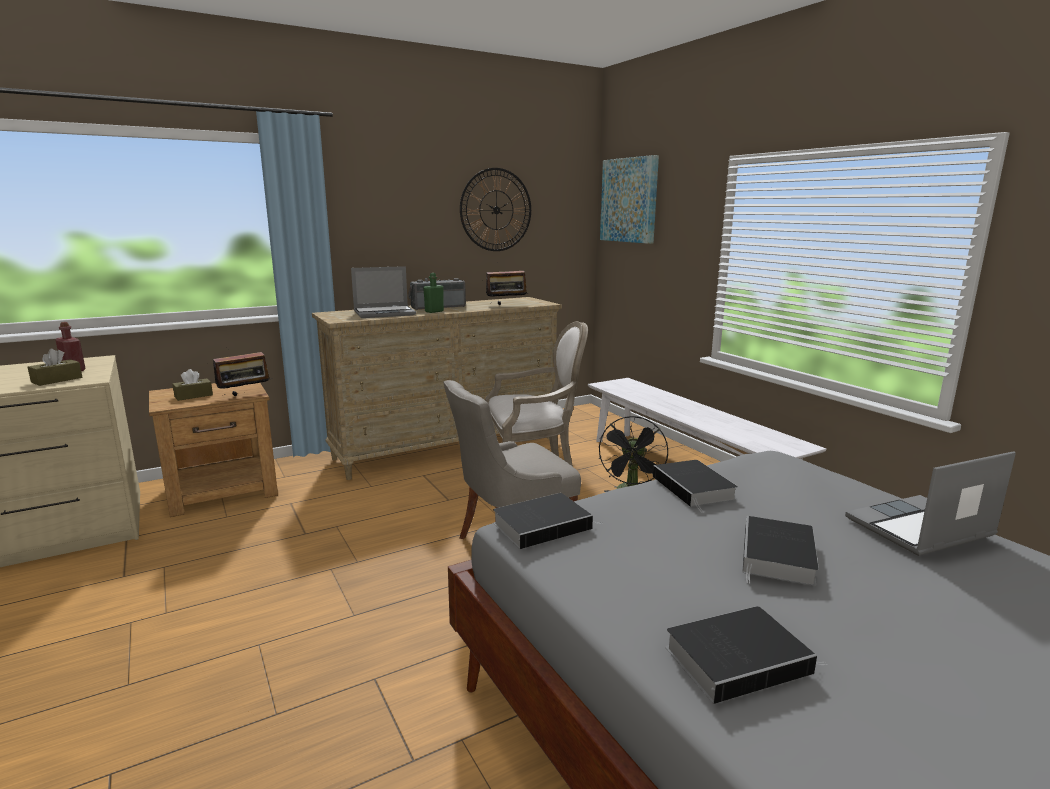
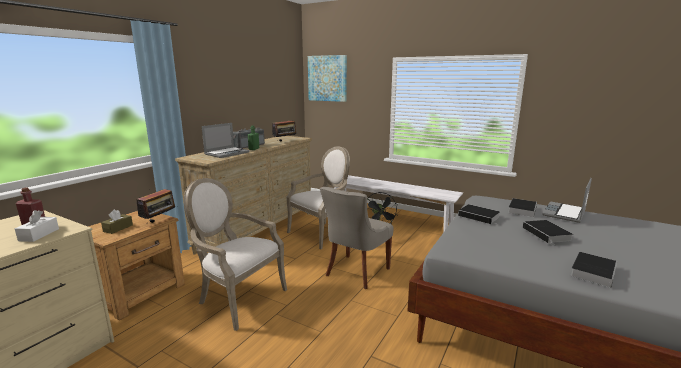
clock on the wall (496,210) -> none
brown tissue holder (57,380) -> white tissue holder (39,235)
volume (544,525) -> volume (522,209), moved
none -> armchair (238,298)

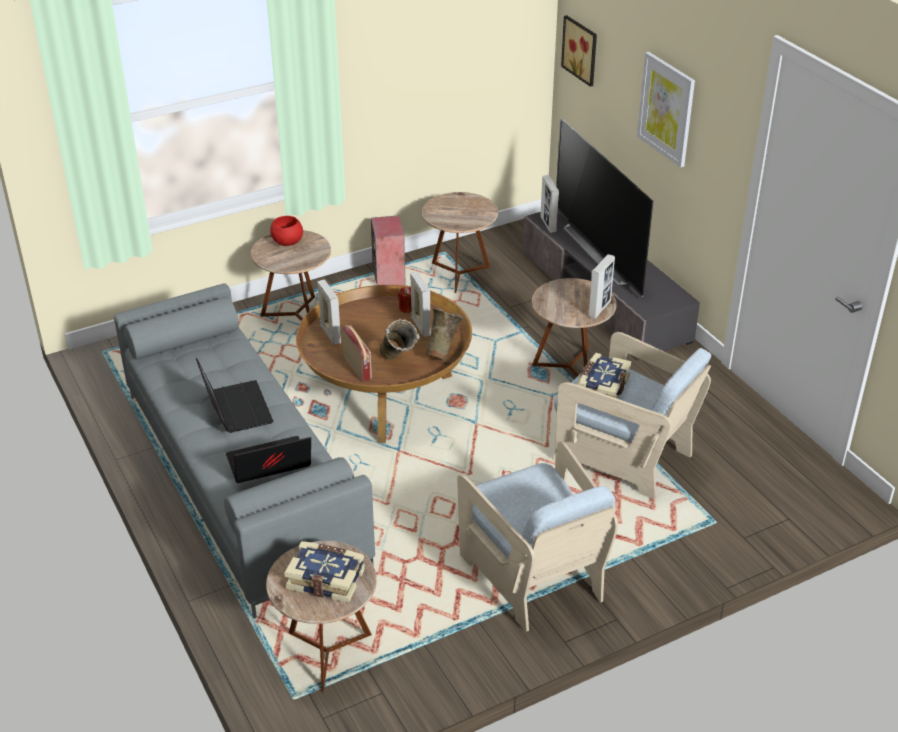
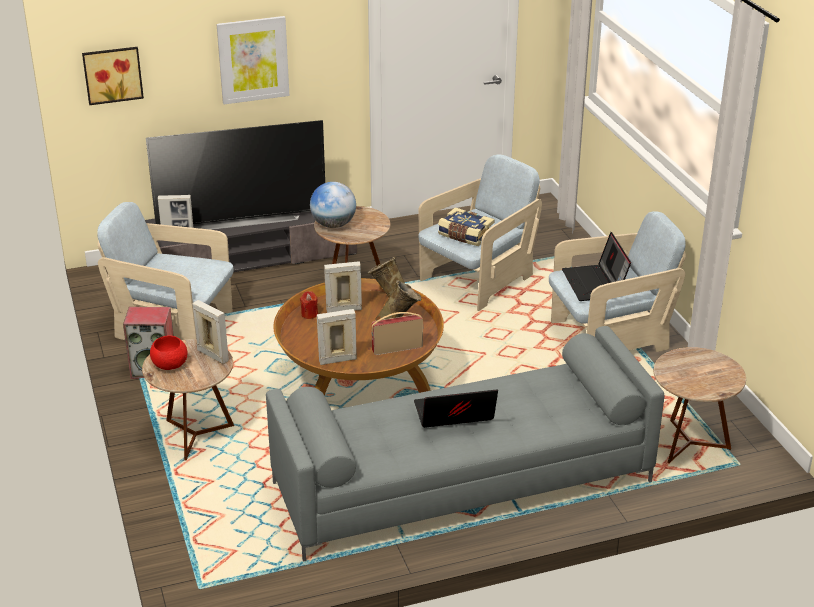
brown side table (459,275) -> beige-coloured armchair (174,327)
photo frame (599,309) -> photo frame (212,355), moved
notebook computer (268,466) -> notebook computer (595,284), moved
volume (326,579) -> none
none -> desk globe (333,225)

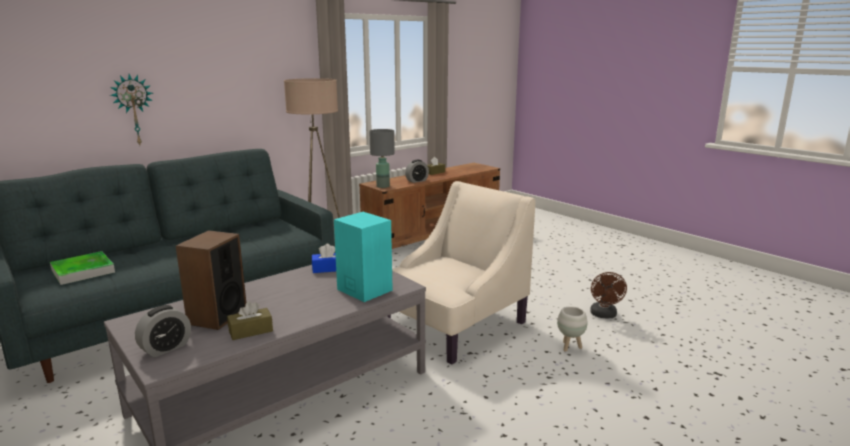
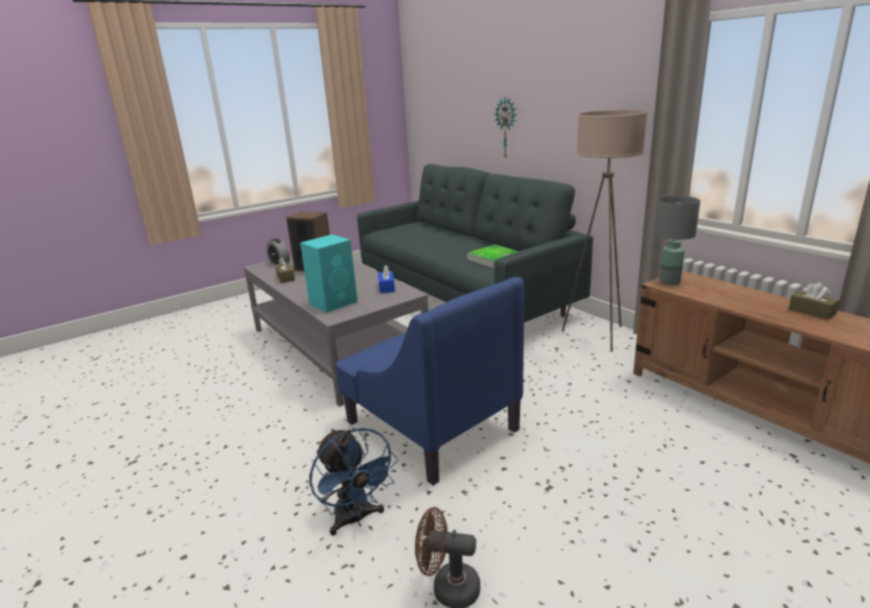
bedside clock (417,181) -> none
beige-coloured armchair (453,325) -> blue armchair (430,424)
tray (83,271) -> tray (493,259), moved
white planter (569,347) -> blue cooling fan (356,519)

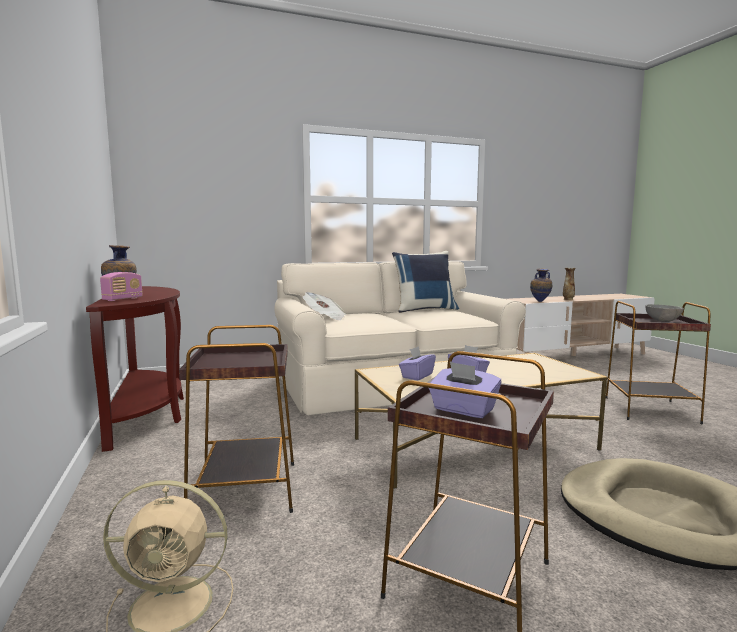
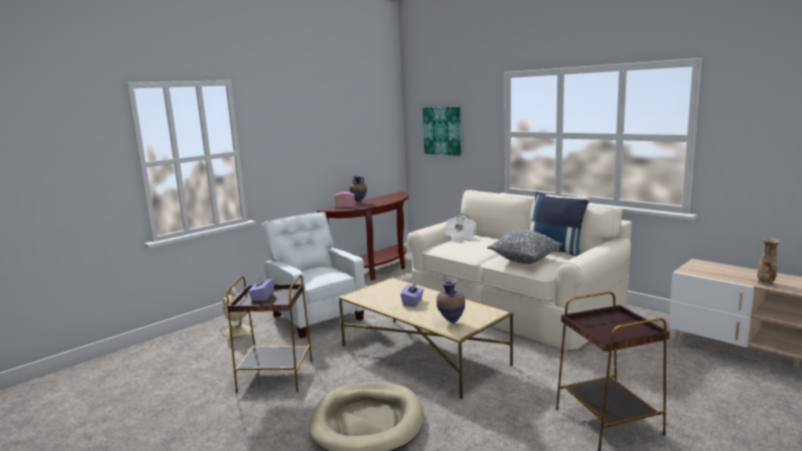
decorative vase (540,302) -> decorative vase (450,323), moved
gray serving bowl (662,321) -> none
brown side table (246,489) -> white armchair (317,316)
purple tissue holder (417,376) -> none
none -> picture (442,130)
none -> gray throw pillow (524,260)

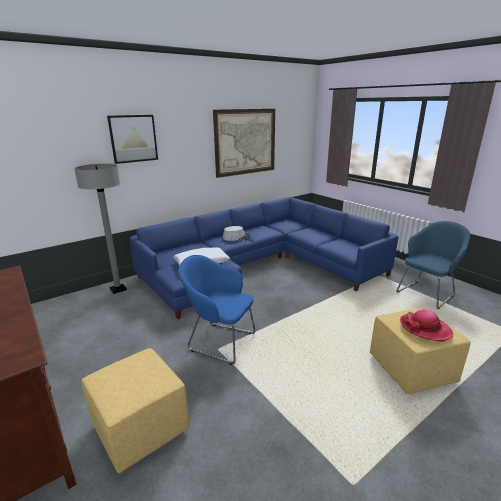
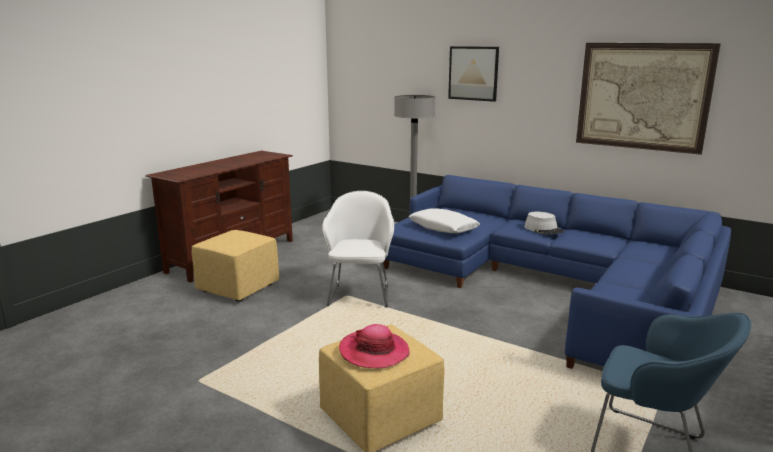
blue armchair (219,341) -> white armchair (360,294)

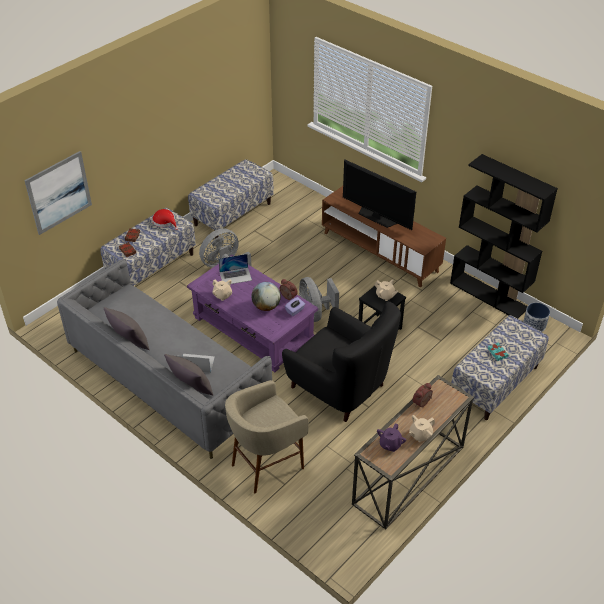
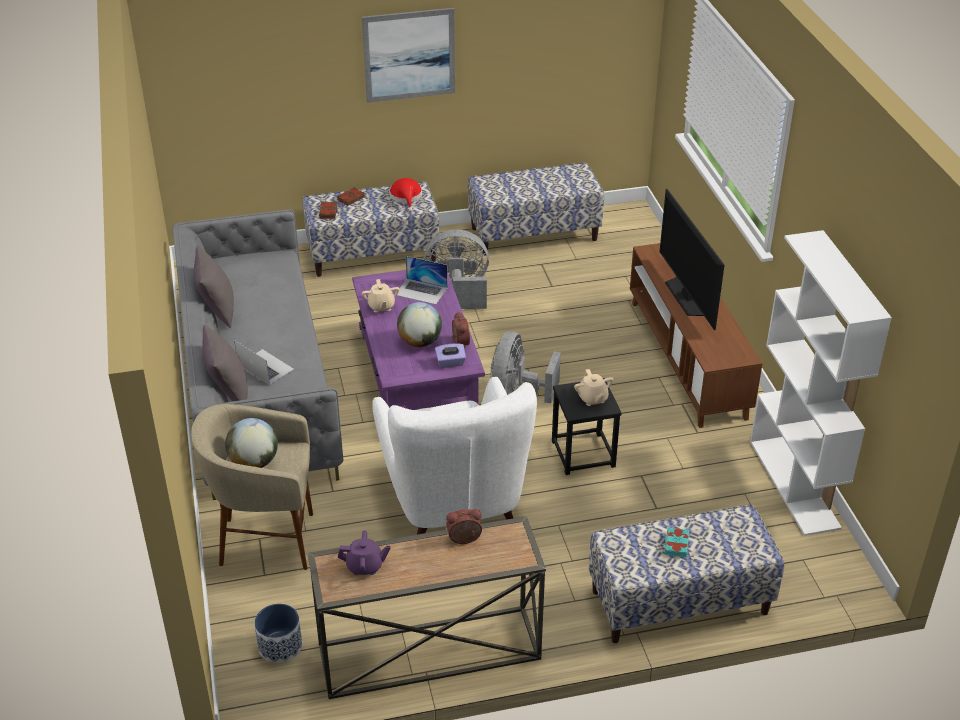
picture (59,192) -> picture (409,55), moved
blackish bookcase (489,295) -> white bookcase (795,484)
blackish armchair (340,388) -> white armchair (453,499)
planter (534,325) -> planter (280,646), moved
beige-coloured teapot (420,435) -> none
purple teapot (390,444) -> purple teapot (365,566), 150 degrees counterclockwise
none -> desk globe (254,462)

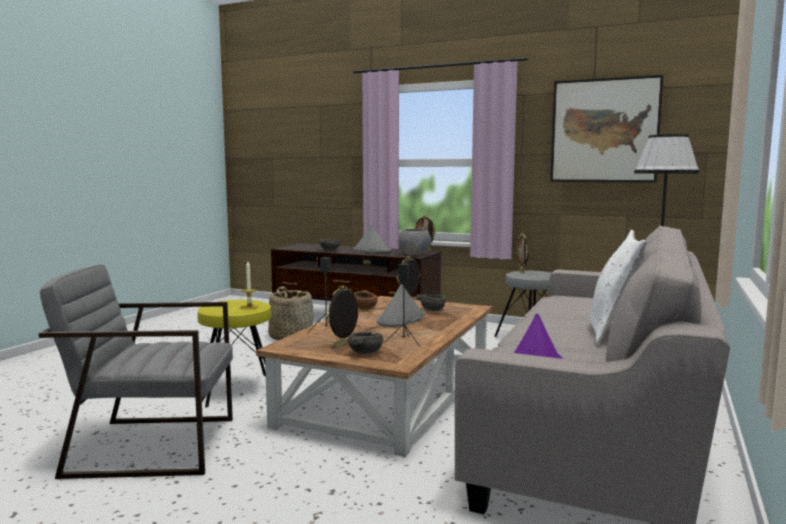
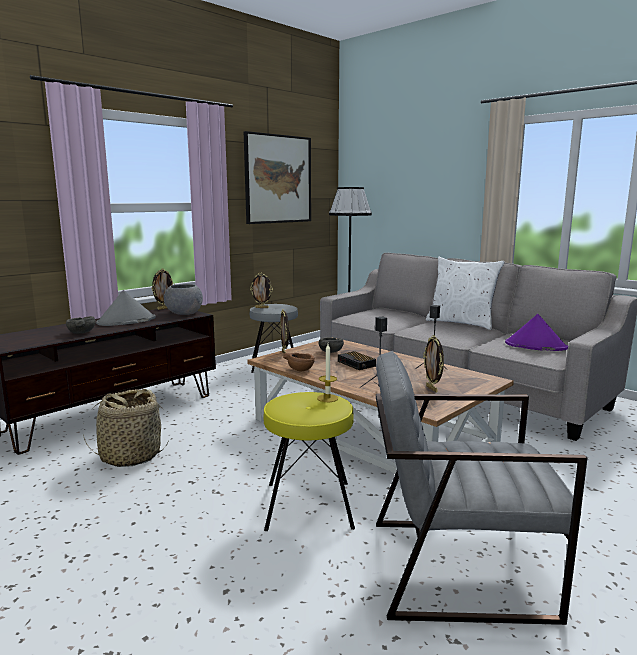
gray armchair (153,445) -> gray armchair (458,567), 75 degrees clockwise
gray wearable hat (401,319) -> bedside clock (357,364)
gray serving bowl (364,352) -> none

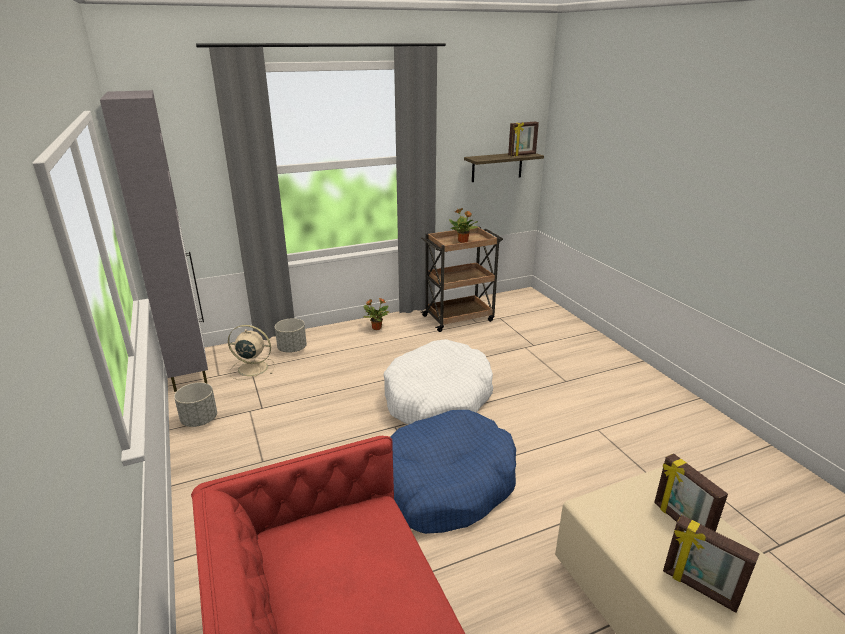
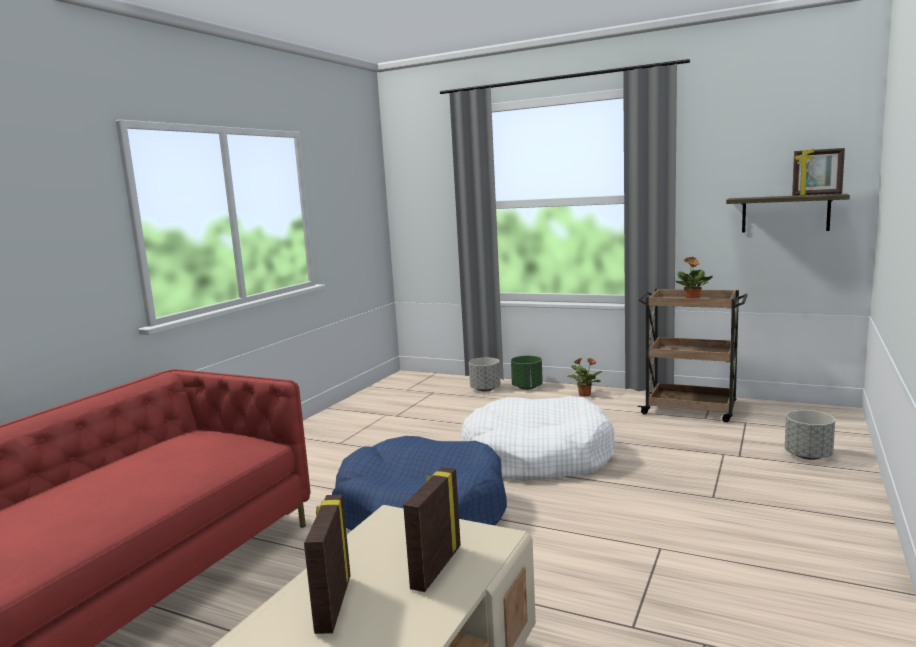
gray cabinet (189,369) -> none
beige-coloured cooling fan (251,368) -> none
gray planter (199,420) -> gray planter (808,455), moved
none -> greenish planter (527,387)

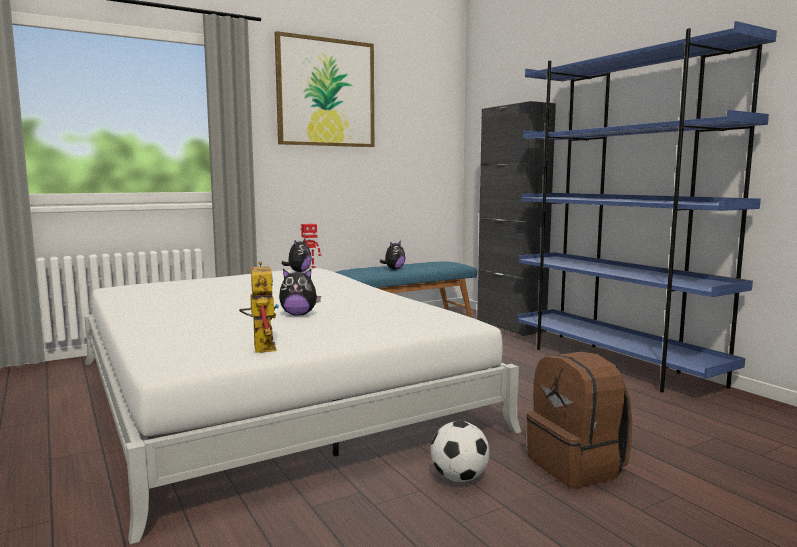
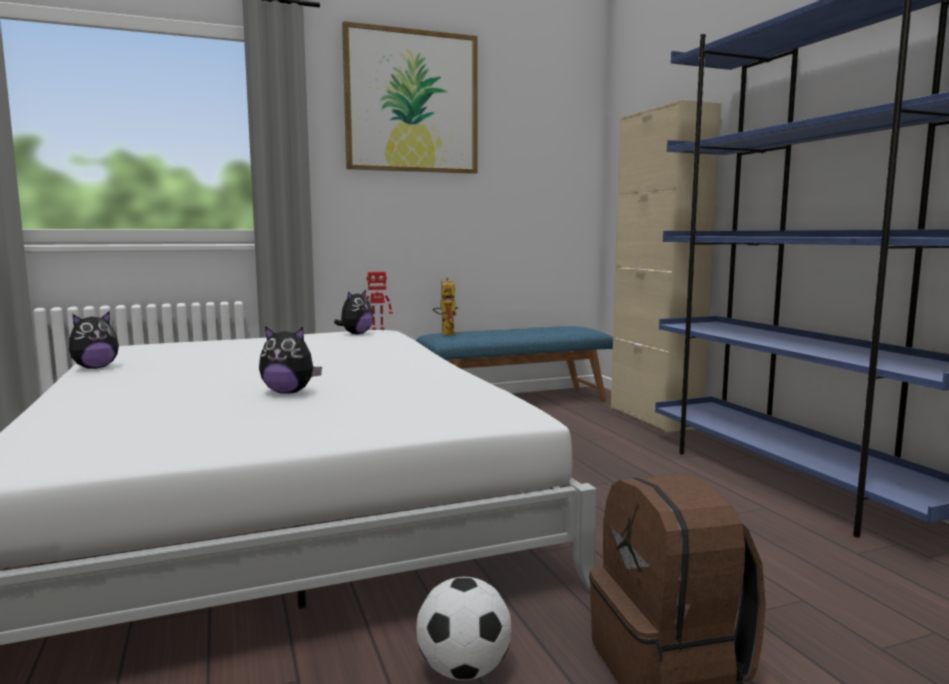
blackish cabinet (510,326) -> beige-coloured cabinet (654,417)
cuddly toy (394,269) -> cuddly toy (95,368), moved
robot figure (260,346) -> robot figure (446,332), moved

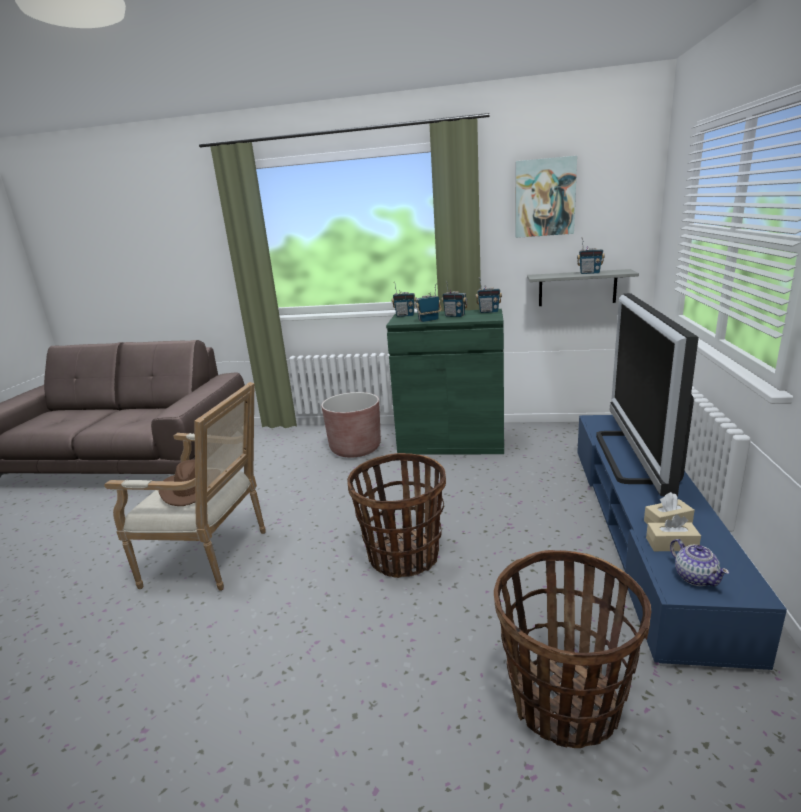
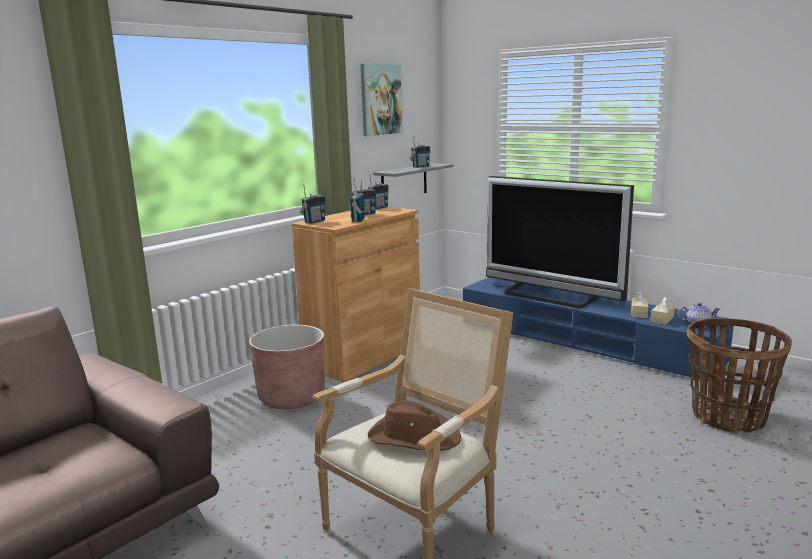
greenish cabinet (451,443) -> brown cabinet (364,355)
household basket (403,556) -> none

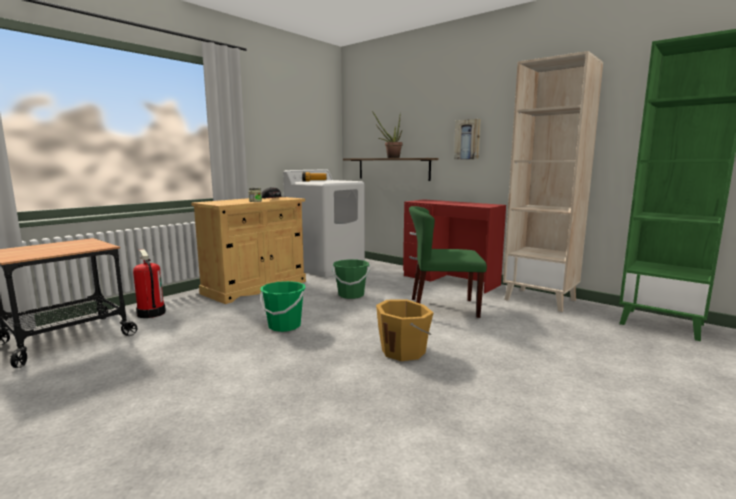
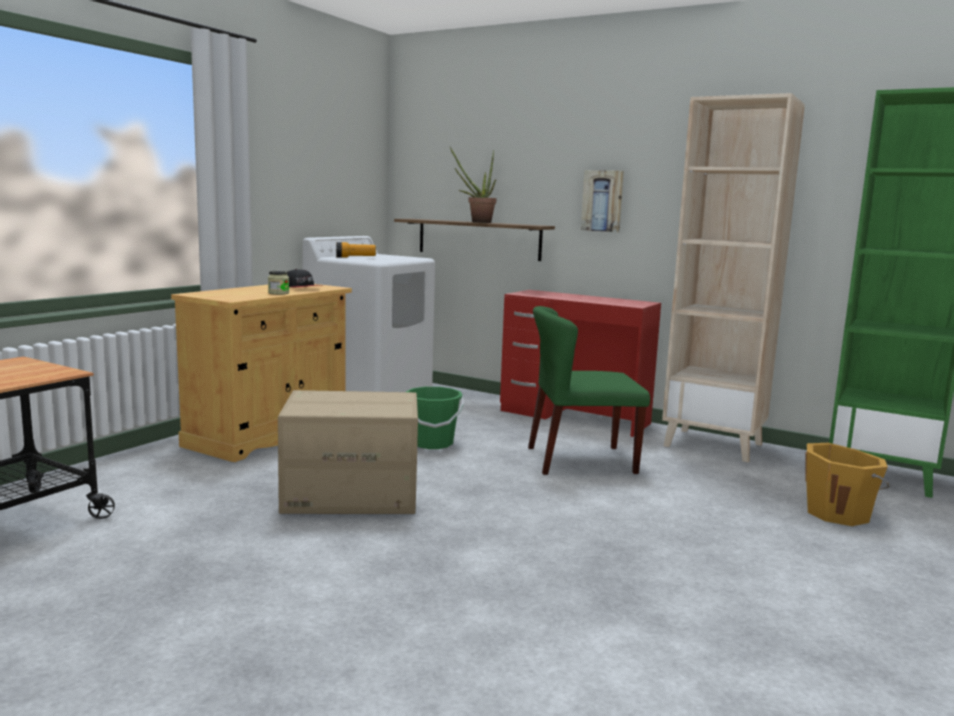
fire extinguisher (150,313) -> none
greenish pail (284,326) -> cardboard box (351,495)
orange pail (404,351) -> orange pail (838,513), moved

